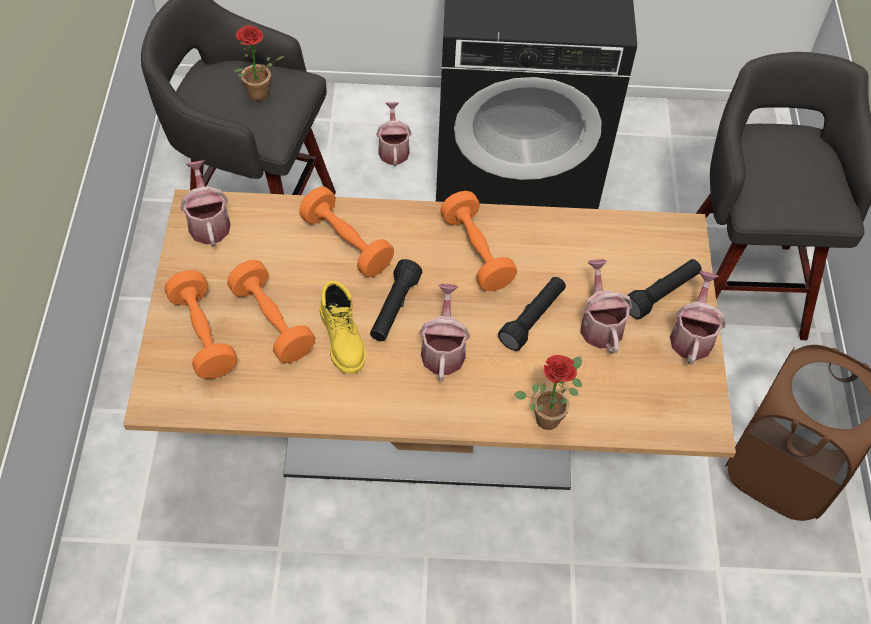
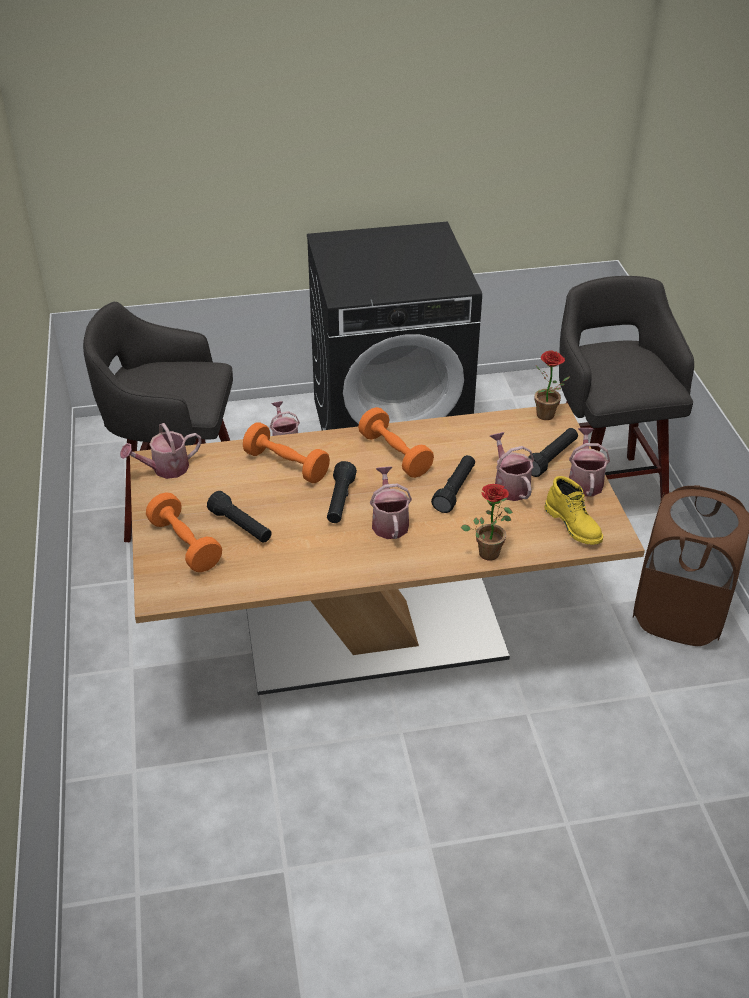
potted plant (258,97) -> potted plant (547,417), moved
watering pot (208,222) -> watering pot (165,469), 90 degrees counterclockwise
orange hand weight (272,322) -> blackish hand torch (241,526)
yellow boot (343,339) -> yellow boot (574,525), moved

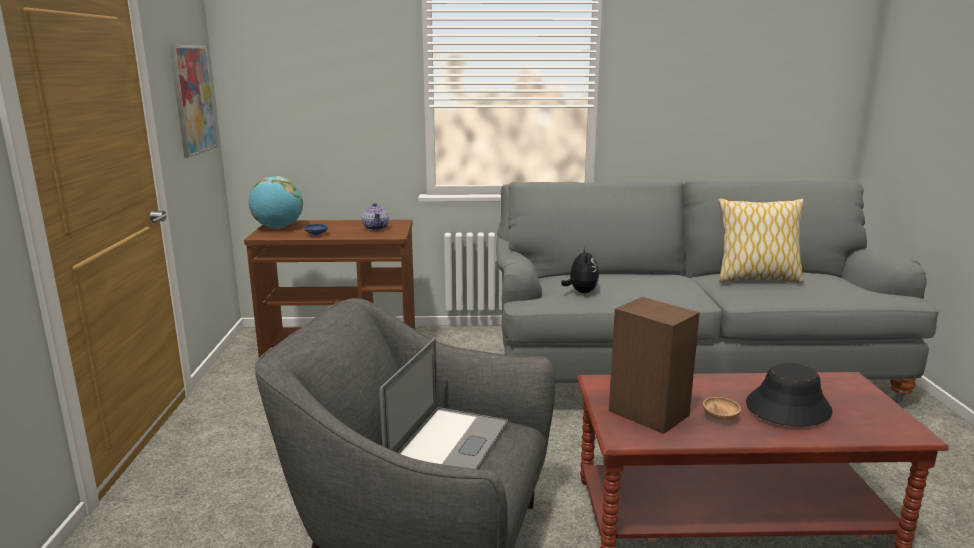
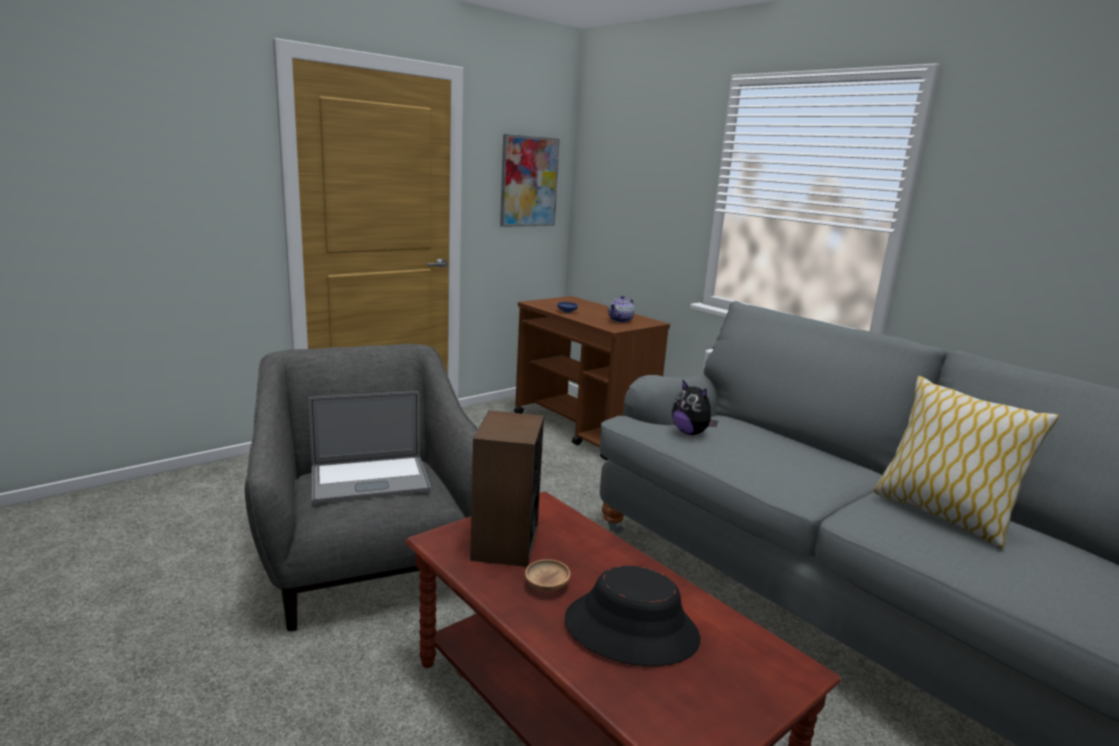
desk globe (278,228) -> none
cuddly toy (581,292) -> cuddly toy (690,432), 90 degrees clockwise

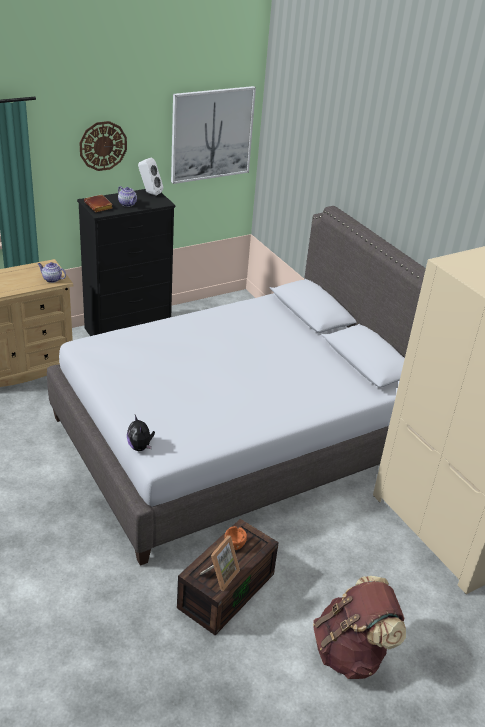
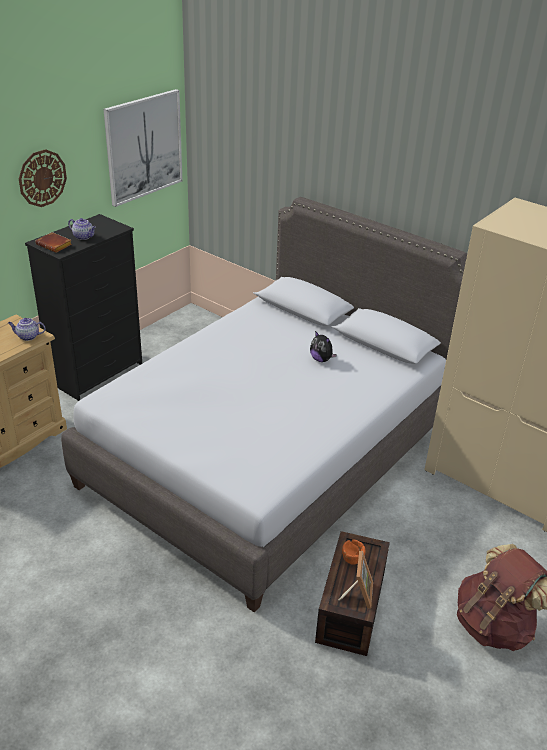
white speaker (149,193) -> none
cuddly toy (140,447) -> cuddly toy (321,359), moved

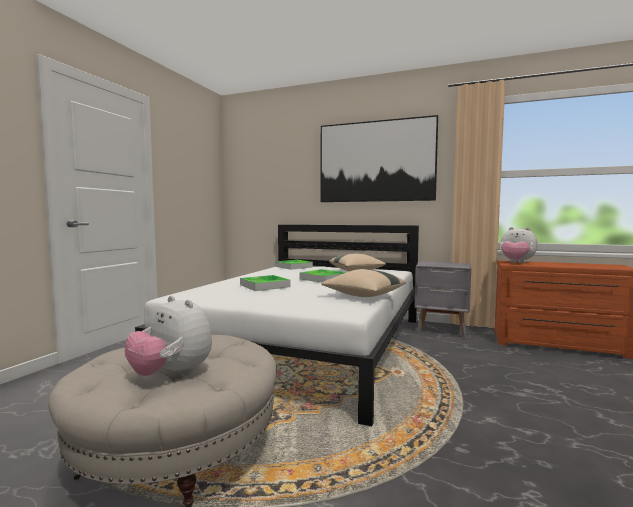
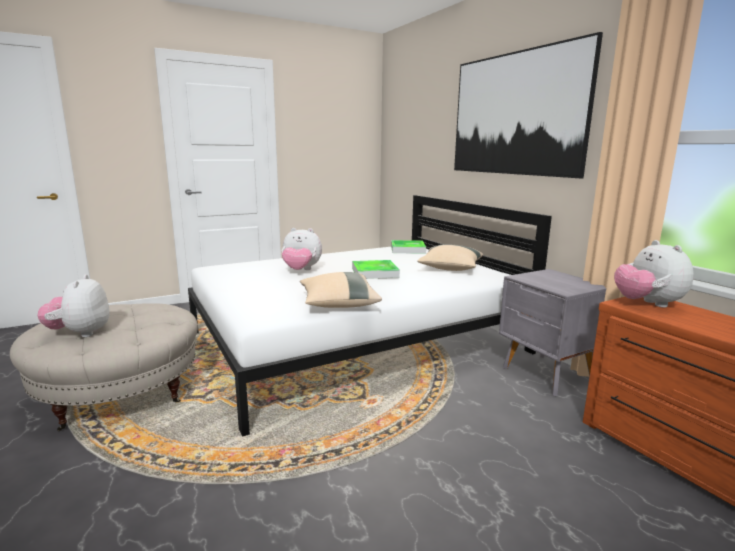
tray (264,286) -> cuddly toy (301,270)

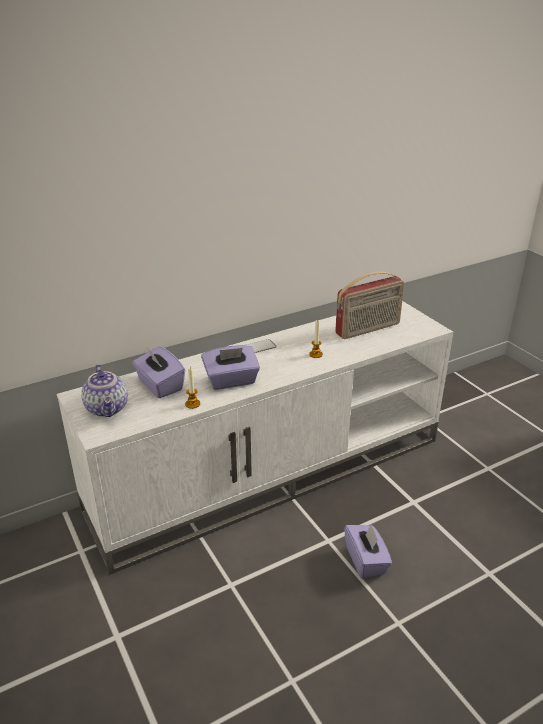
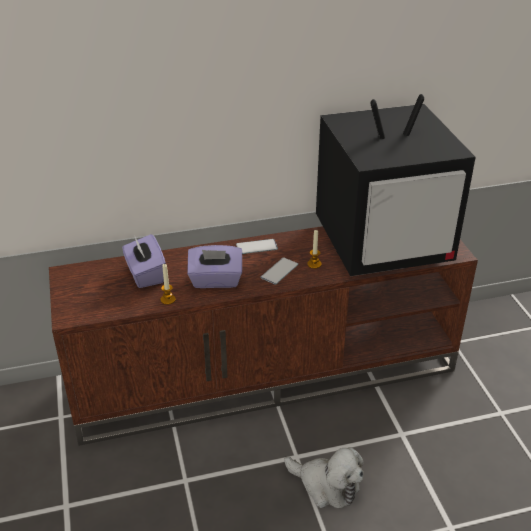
radio receiver (368,329) -> TV set (384,243)
white media console (271,472) -> brown media console (266,373)
teapot (108,408) -> none
purple tissue holder (366,560) -> cuddly toy (326,485)
none -> telephone (279,271)

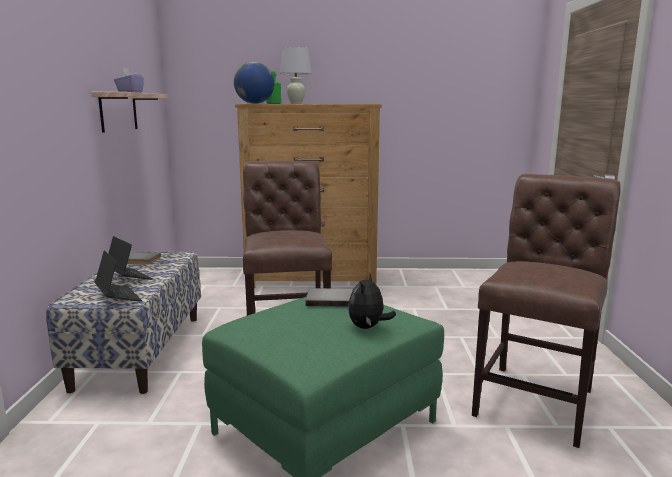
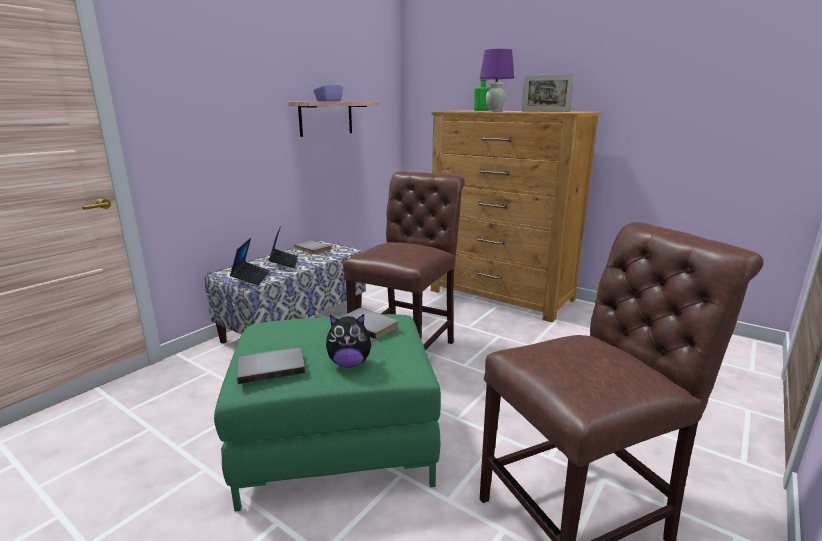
white table lamp (296,103) -> purple table lamp (495,111)
desk globe (255,103) -> none
cuddly toy (368,327) -> cuddly toy (349,363), 150 degrees counterclockwise
none -> photo frame (545,111)
none -> gray volume (271,366)

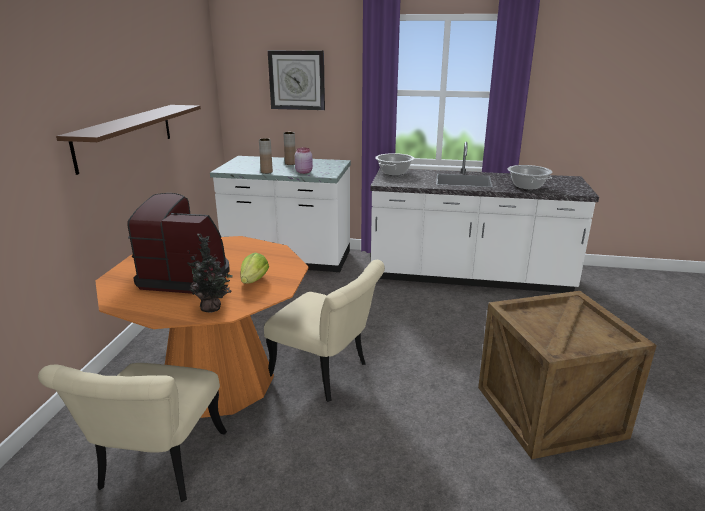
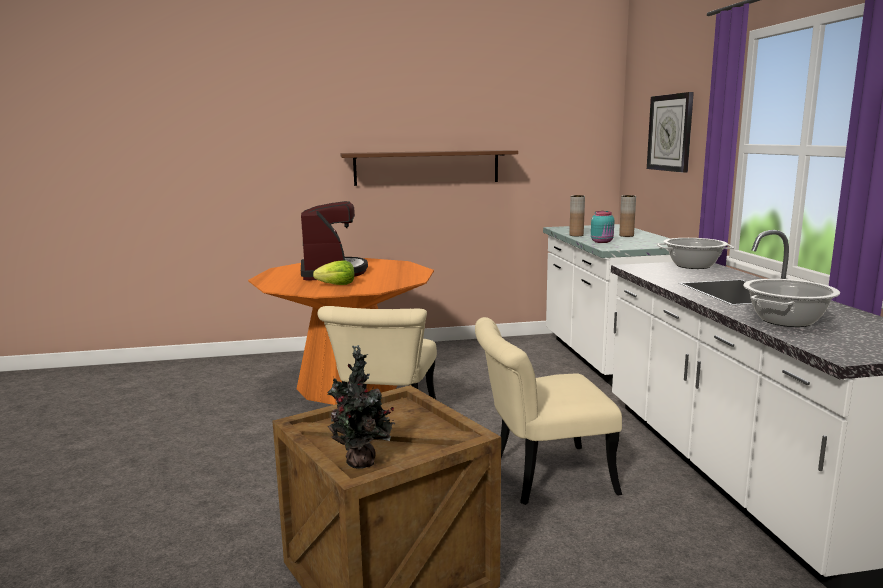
pink-coloured preserve jar (304,172) -> blue-green preserve jar (602,242)
potted plant (213,308) -> potted plant (361,464), moved
beige-coloured upright chair (157,469) -> beige-coloured upright chair (540,476), moved

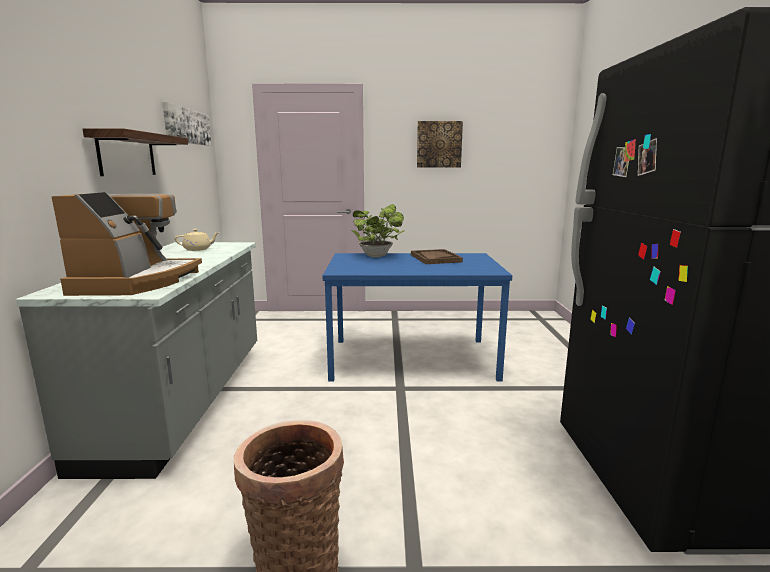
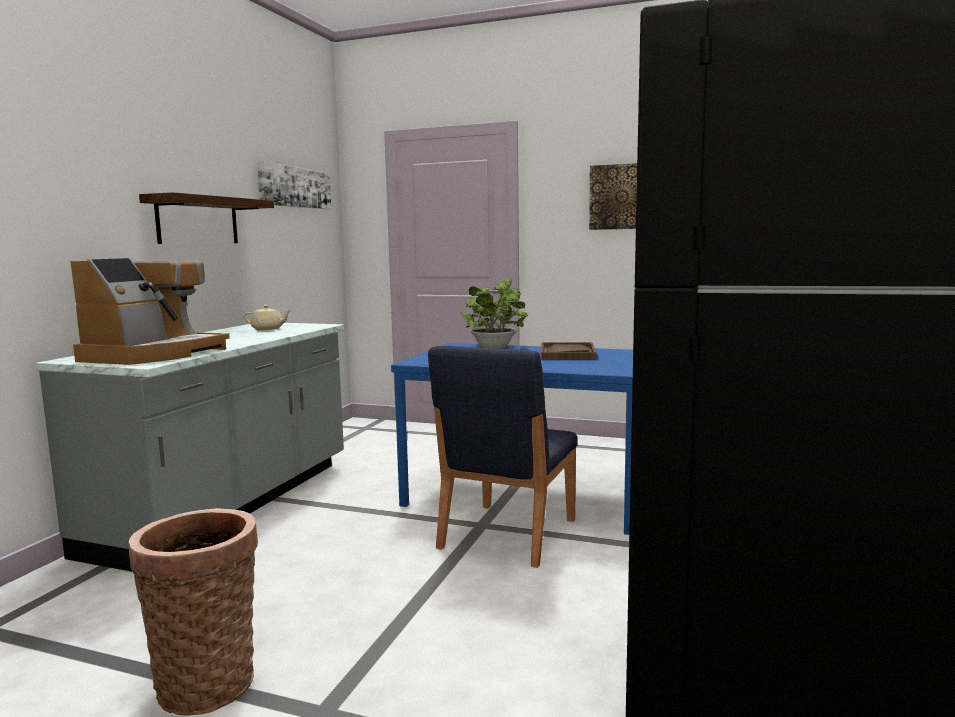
none -> blue upright chair (506,534)

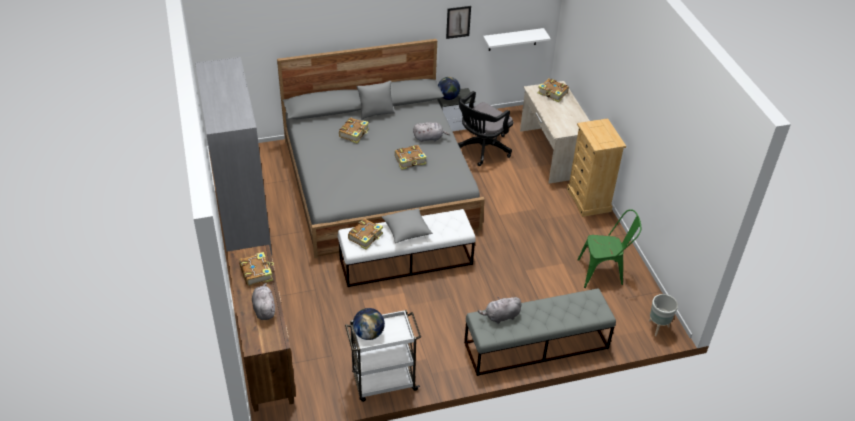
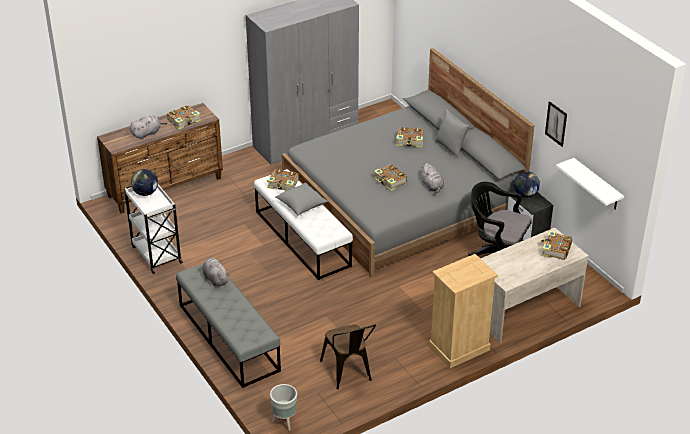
greenish upright chair (604,273) -> brown upright chair (348,373)

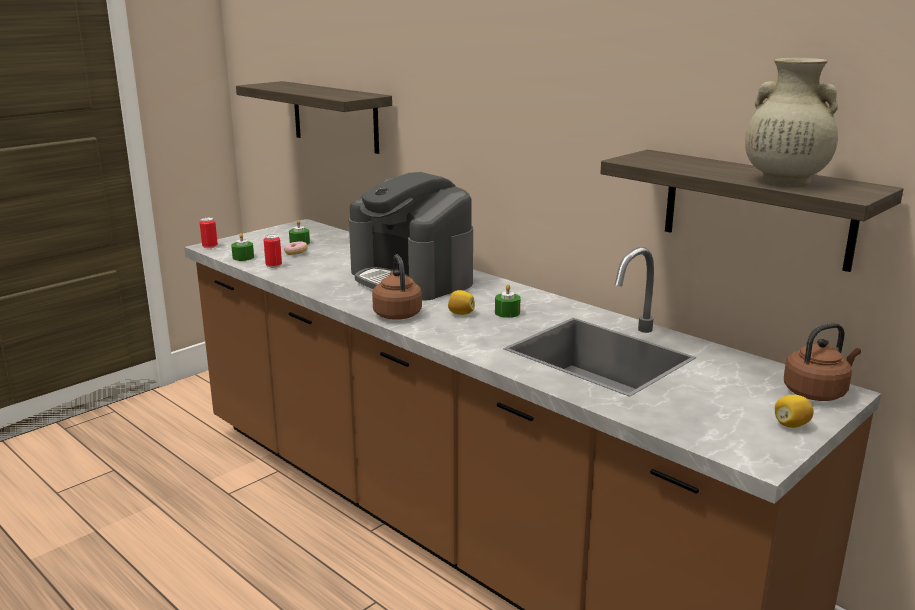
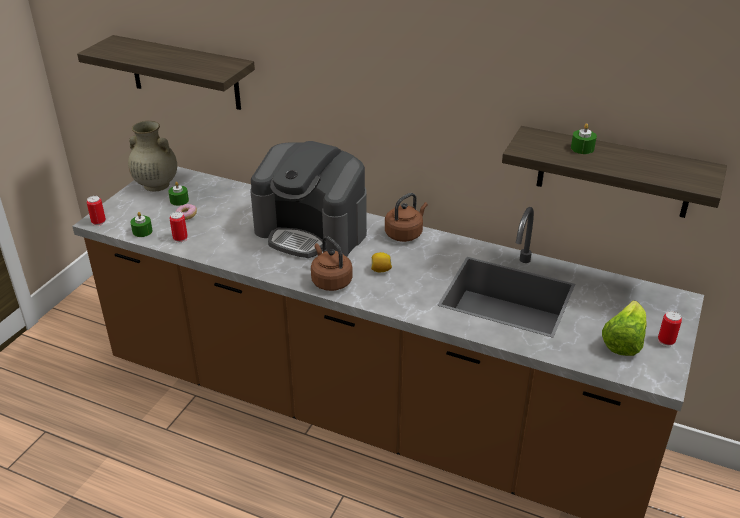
beige-coloured decorative vase (783,181) -> beige-coloured decorative vase (155,185), moved
greenish candle (507,313) -> greenish candle (582,148), moved
brown kettle (817,392) -> brown kettle (405,234), moved
lemon (791,425) -> can (666,341)
none -> lettuce (623,342)

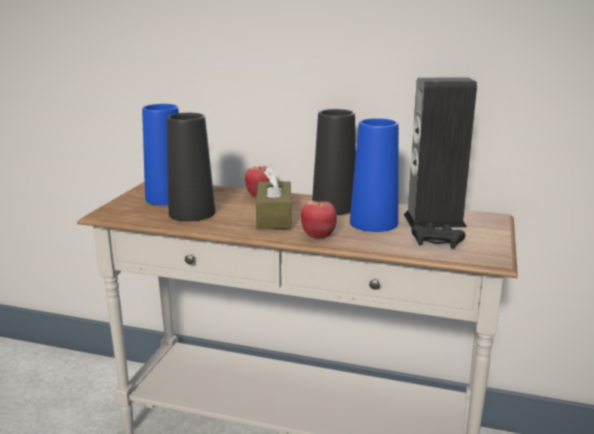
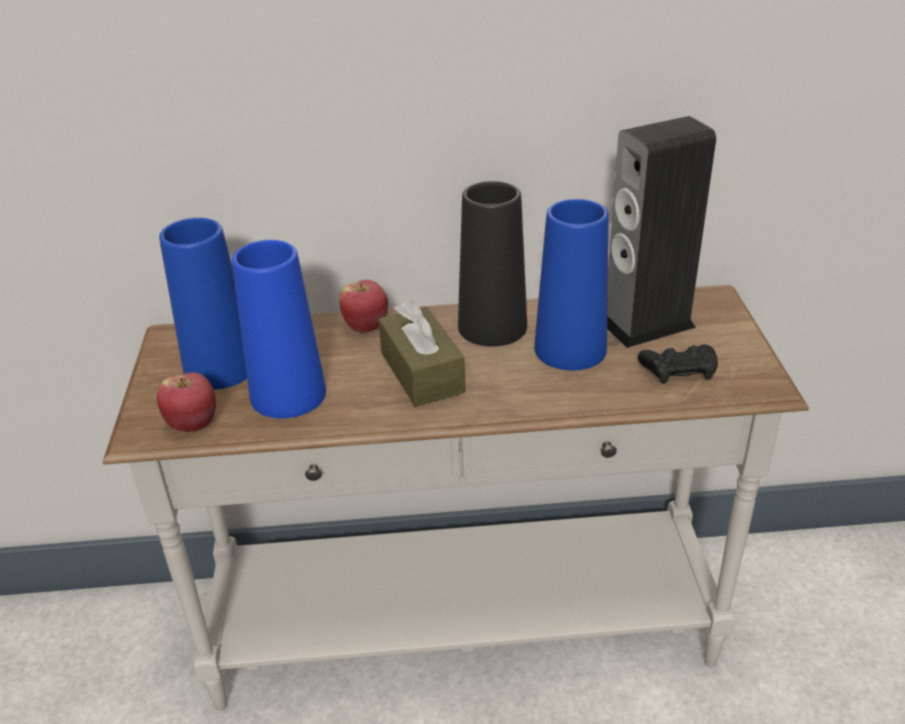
blackish decorative vase (192,213) -> blue decorative vase (288,394)
apple (318,236) -> apple (193,424), moved

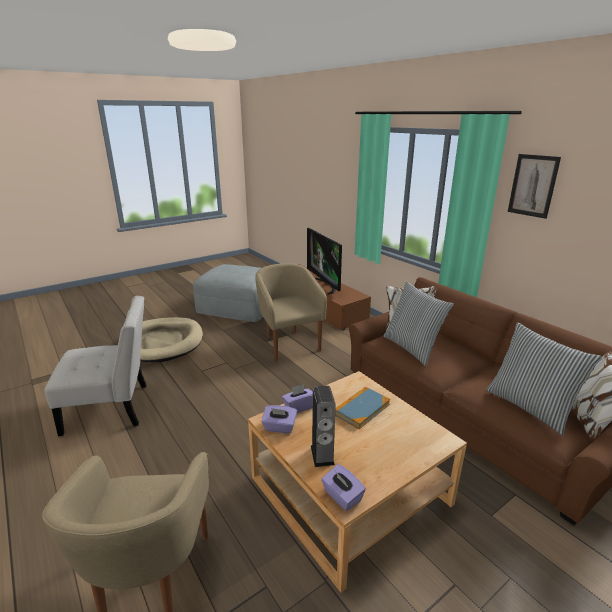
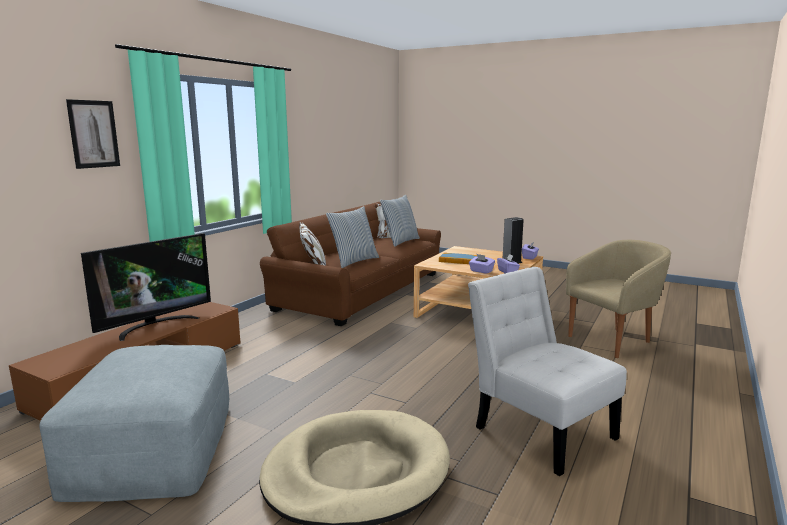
picture (533,185) -> picture (93,134), moved
beige-coloured armchair (289,344) -> none

